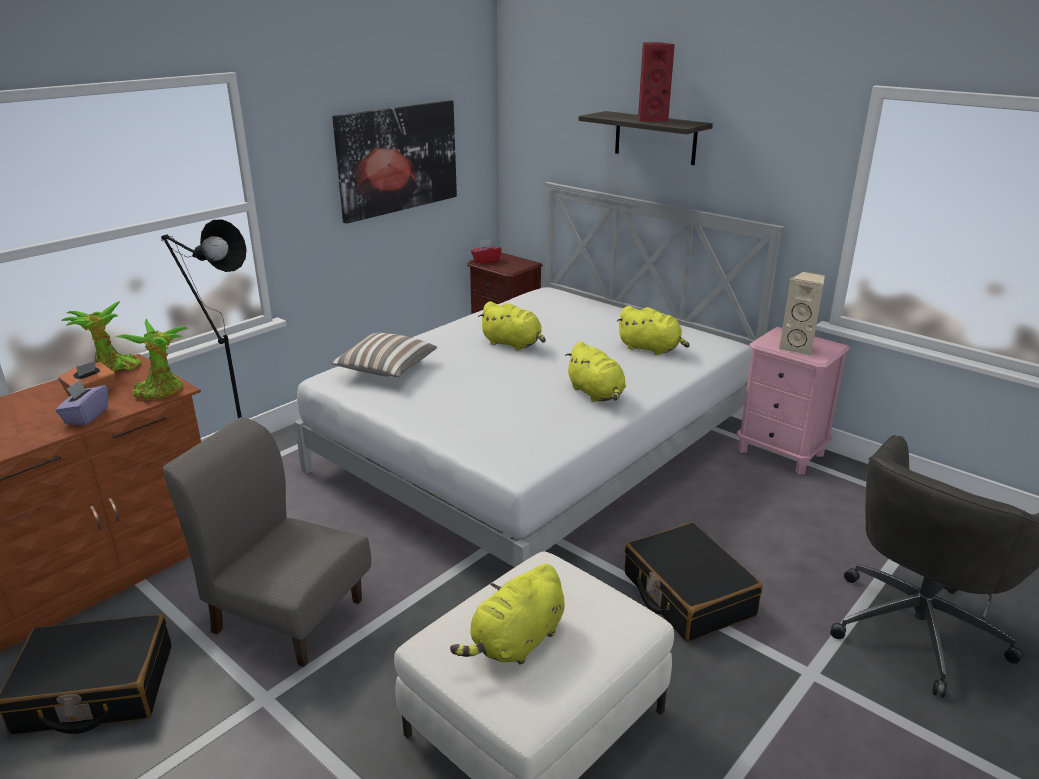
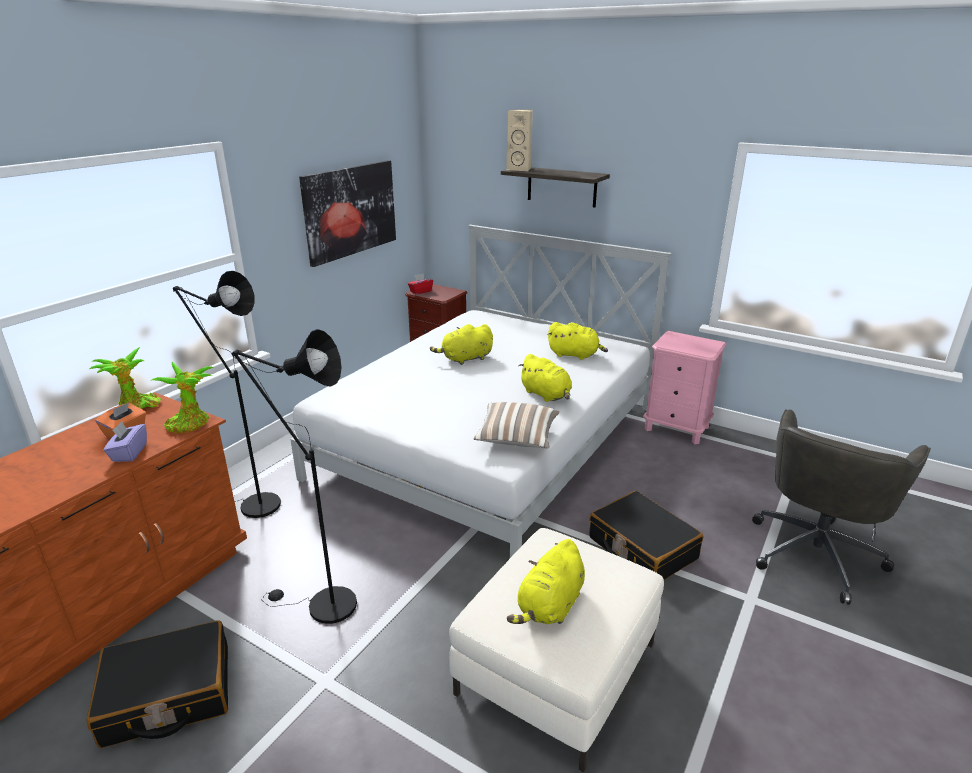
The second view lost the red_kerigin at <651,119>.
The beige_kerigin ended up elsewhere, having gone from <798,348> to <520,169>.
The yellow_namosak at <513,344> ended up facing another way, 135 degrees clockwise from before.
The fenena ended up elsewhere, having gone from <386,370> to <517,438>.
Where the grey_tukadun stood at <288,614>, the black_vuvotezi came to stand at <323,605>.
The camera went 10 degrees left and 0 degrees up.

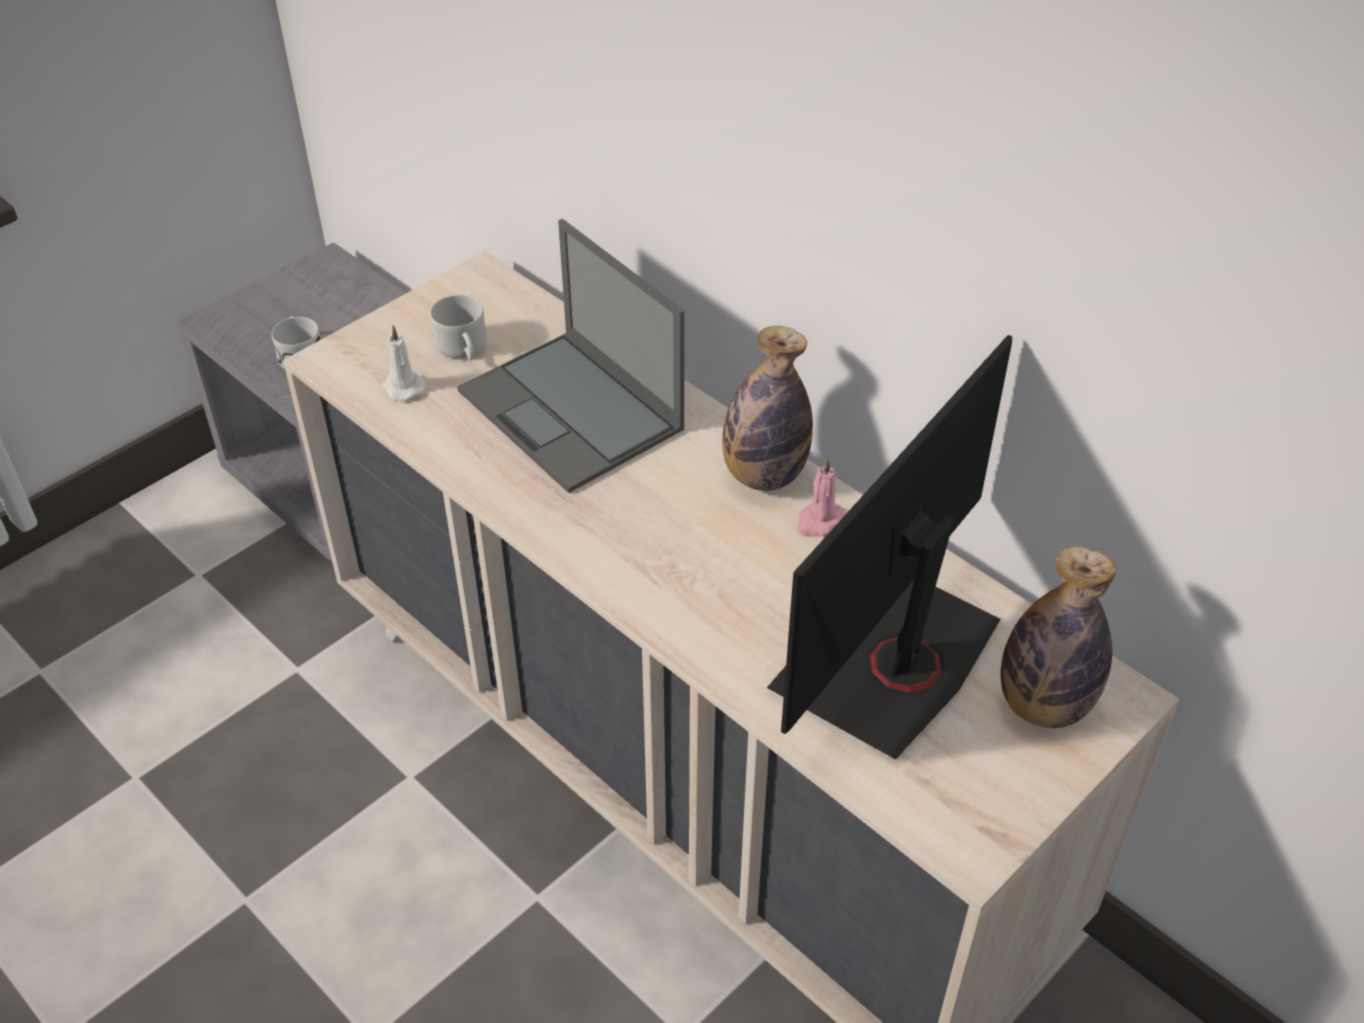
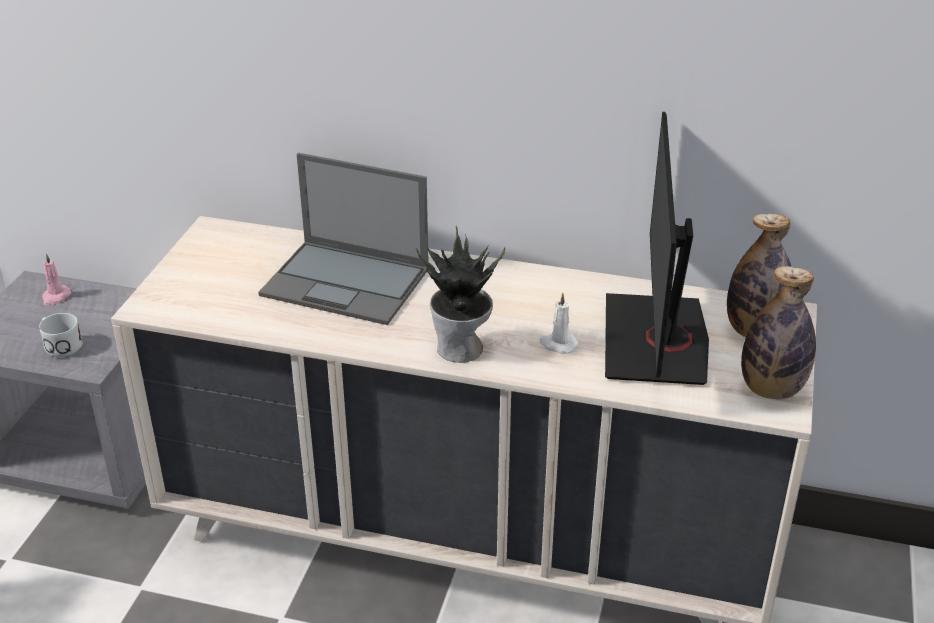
The second view lost the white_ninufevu at <463,350>.
The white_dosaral ended up elsewhere, having gone from <402,387> to <558,344>.
The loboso ended up elsewhere, having gone from <763,475> to <771,389>.
The pink_dosaral ended up elsewhere, having gone from <819,522> to <55,297>.
The second view gained the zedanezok at <461,349>.
The camera went 30 degrees left and 10 degrees down.

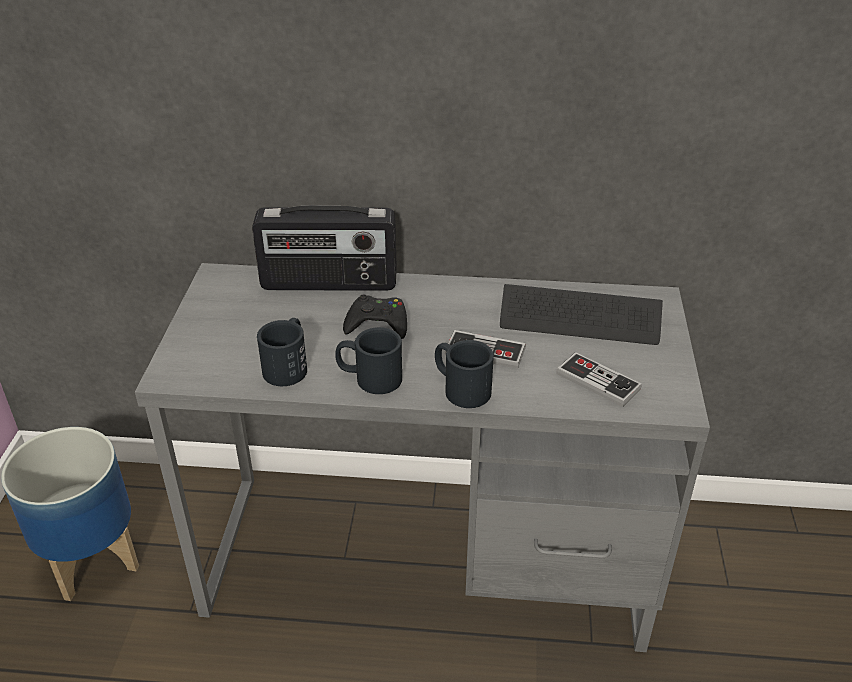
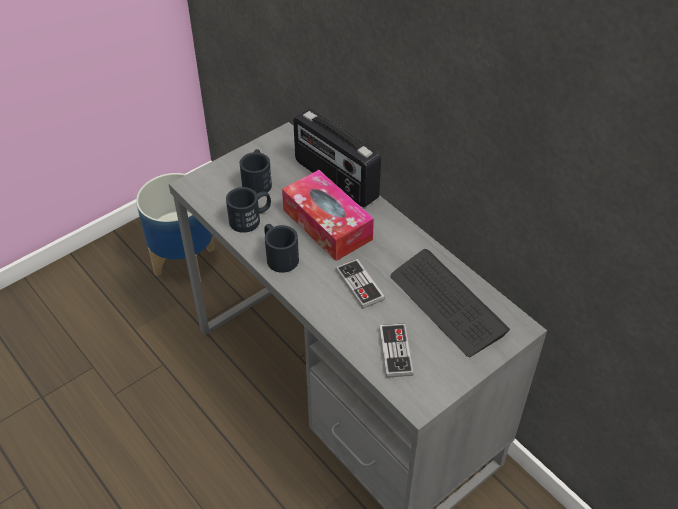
Where the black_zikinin stood at <377,323>, the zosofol came to stand at <327,224>.
The black_ninufevu ended up elsewhere, having gone from <460,388> to <257,181>.
The camera went 45 degrees right and 10 degrees up.

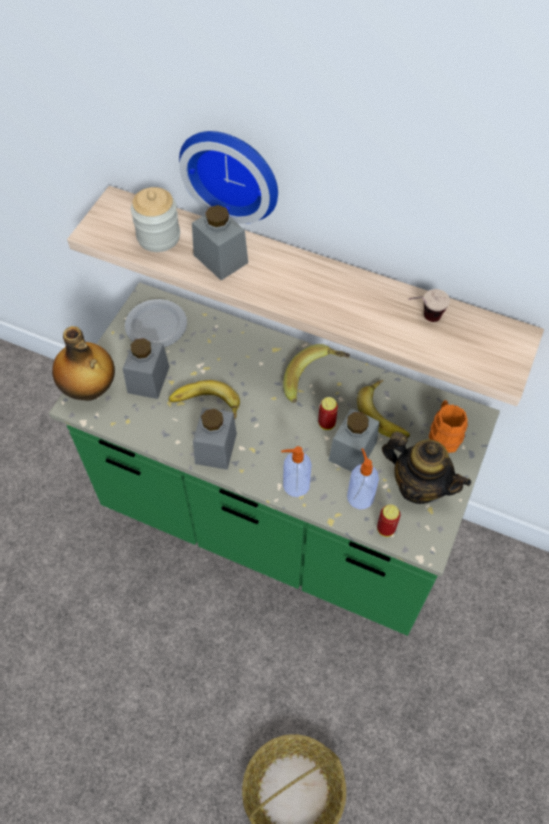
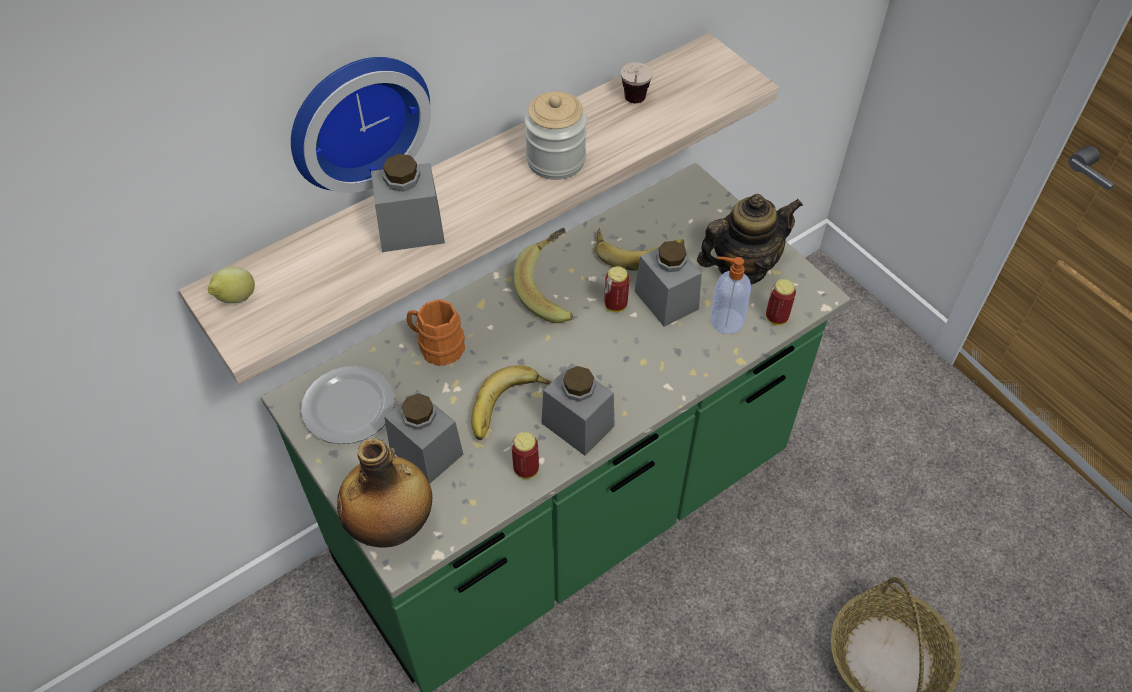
The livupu ended up elsewhere, having gone from <158,237> to <556,160>.
The orange_ninufevu ended up elsewhere, having gone from <443,434> to <436,346>.
The second view lost the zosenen at <295,485>.
The second view gained the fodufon at <236,299>.
The second view gained the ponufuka at <526,469>.
The camera went 60 degrees left and 5 degrees down.

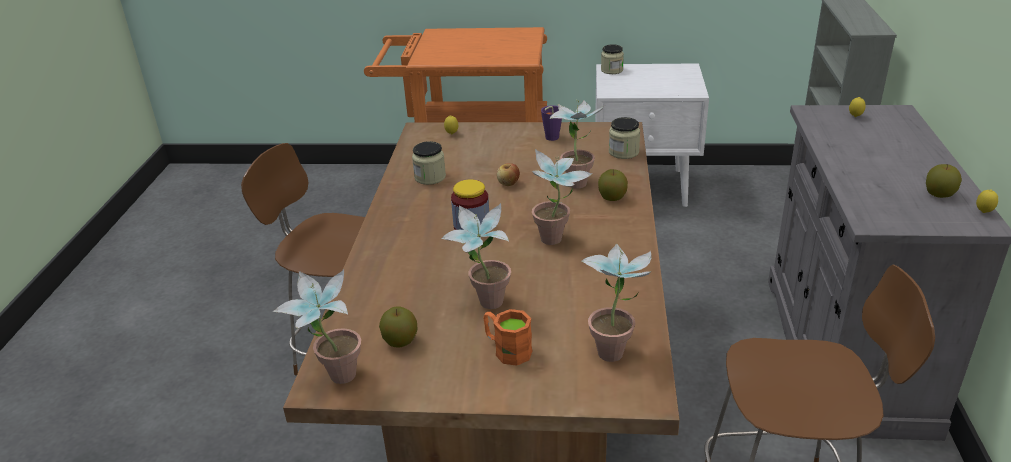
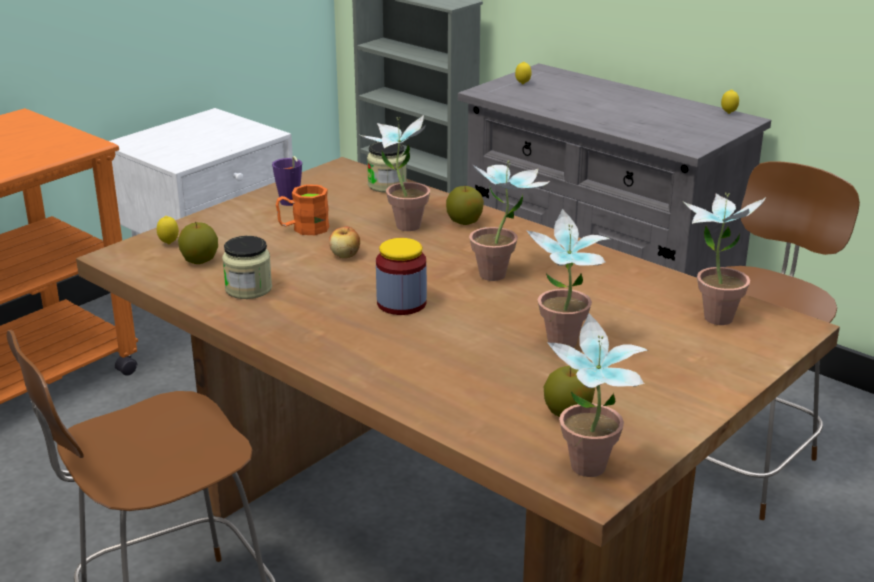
The second view lost the livupu at <612,70>.
The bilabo ended up elsewhere, having gone from <939,195> to <200,261>.
The orange_ninufevu ended up elsewhere, having gone from <507,350> to <303,229>.
The camera went 55 degrees left and 5 degrees down.

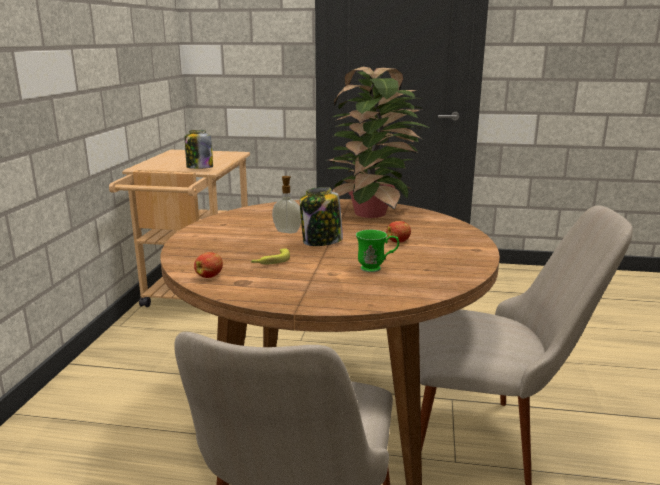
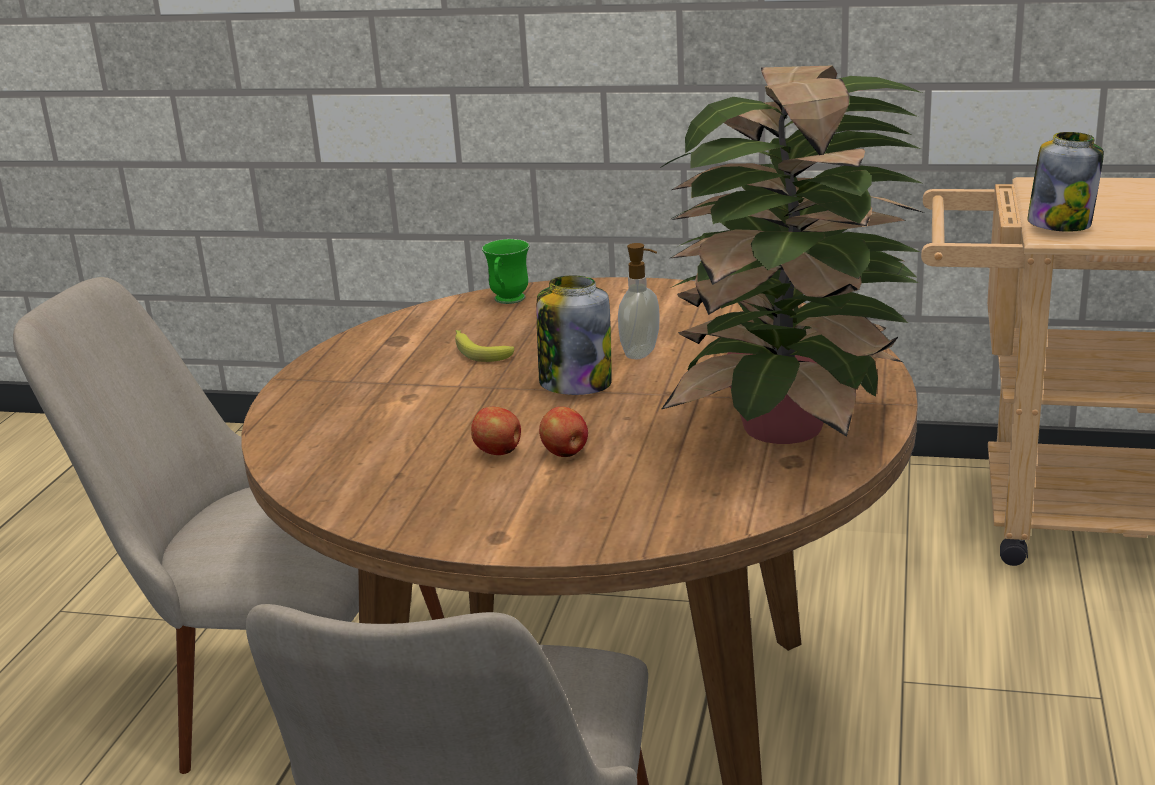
The green_ninufevu ended up elsewhere, having gone from <376,269> to <507,301>.
The bilabo ended up elsewhere, having gone from <210,276> to <499,452>.
The camera went 95 degrees right and 5 degrees up.

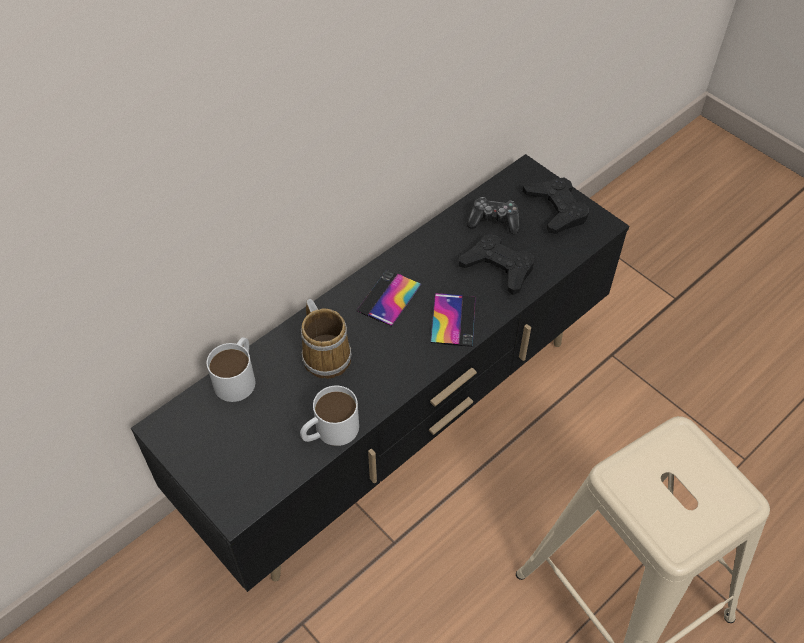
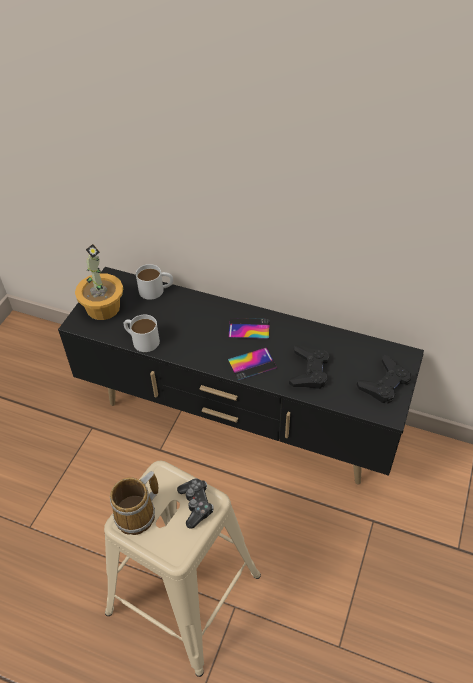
The zikinin ended up elsewhere, having gone from <494,221> to <196,505>.
The ninufevu ended up elsewhere, having gone from <327,354> to <138,514>.
The second view gained the zedanezok at <103,307>.
The camera went 65 degrees right and 5 degrees down.

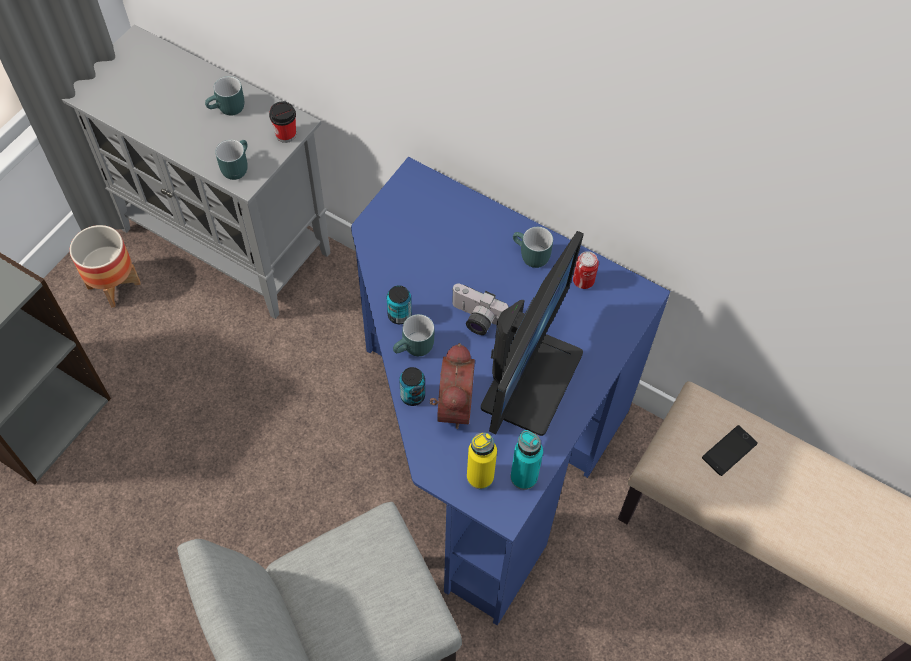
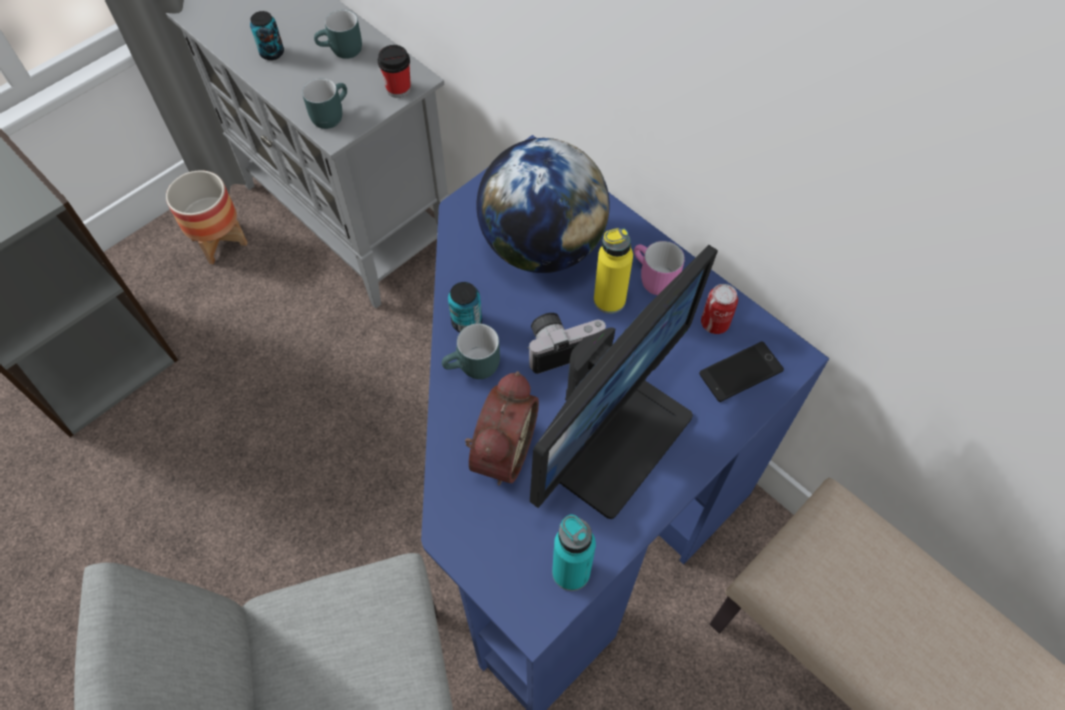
What was the turquoise_ninufevu at <530,256> turned into the pink_ninufevu at <652,279>.
The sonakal at <475,319> ended up facing another way, 120 degrees clockwise from before.
The ponufuka ended up elsewhere, having gone from <412,396> to <272,53>.
The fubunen ended up elsewhere, having gone from <729,450> to <741,372>.
The yellow_loboso ended up elsewhere, having gone from <480,476> to <609,300>.
The second view gained the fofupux at <542,246>.
The camera went 15 degrees right and 0 degrees up.

